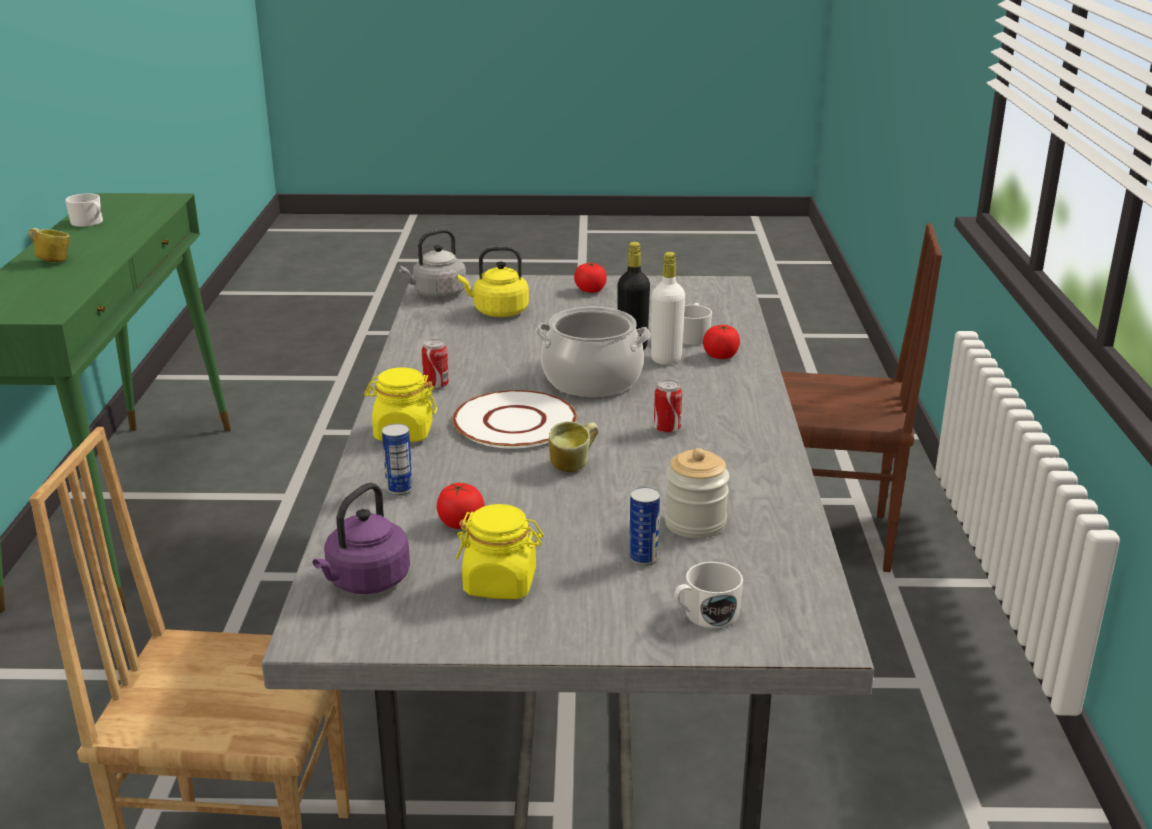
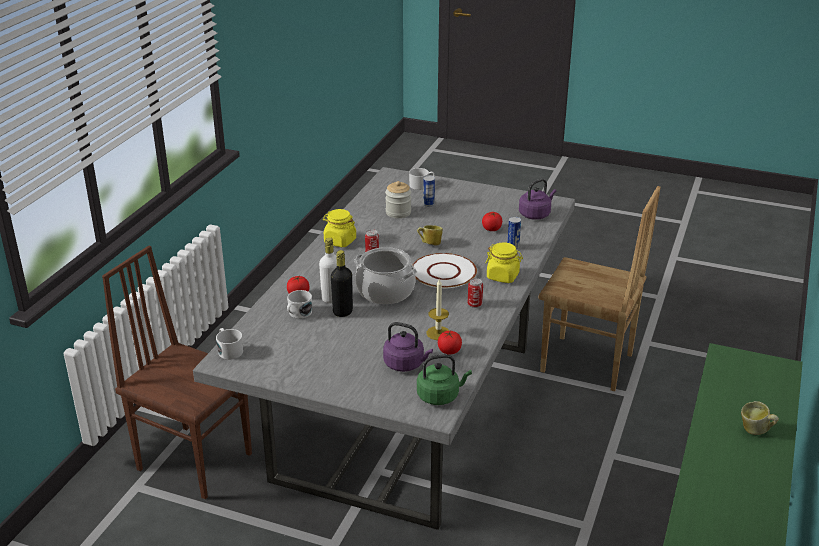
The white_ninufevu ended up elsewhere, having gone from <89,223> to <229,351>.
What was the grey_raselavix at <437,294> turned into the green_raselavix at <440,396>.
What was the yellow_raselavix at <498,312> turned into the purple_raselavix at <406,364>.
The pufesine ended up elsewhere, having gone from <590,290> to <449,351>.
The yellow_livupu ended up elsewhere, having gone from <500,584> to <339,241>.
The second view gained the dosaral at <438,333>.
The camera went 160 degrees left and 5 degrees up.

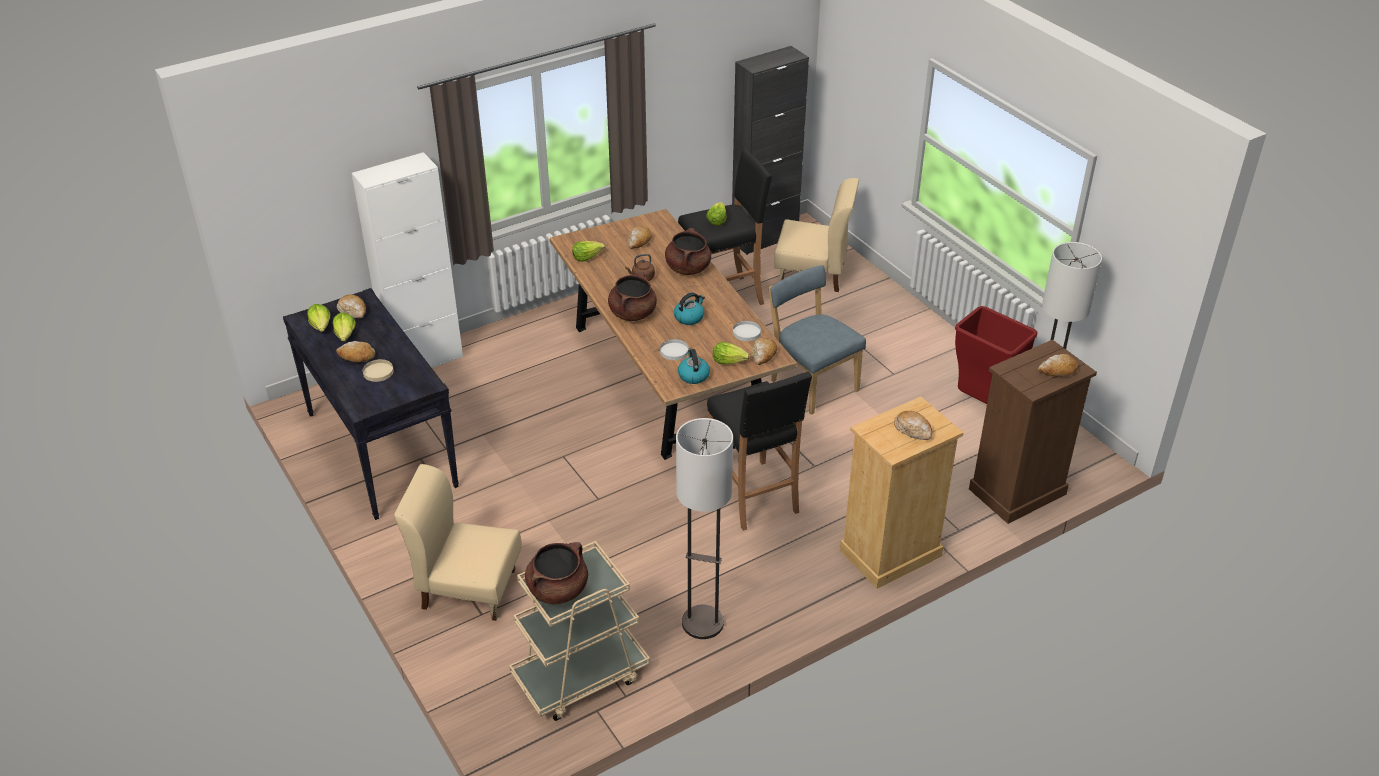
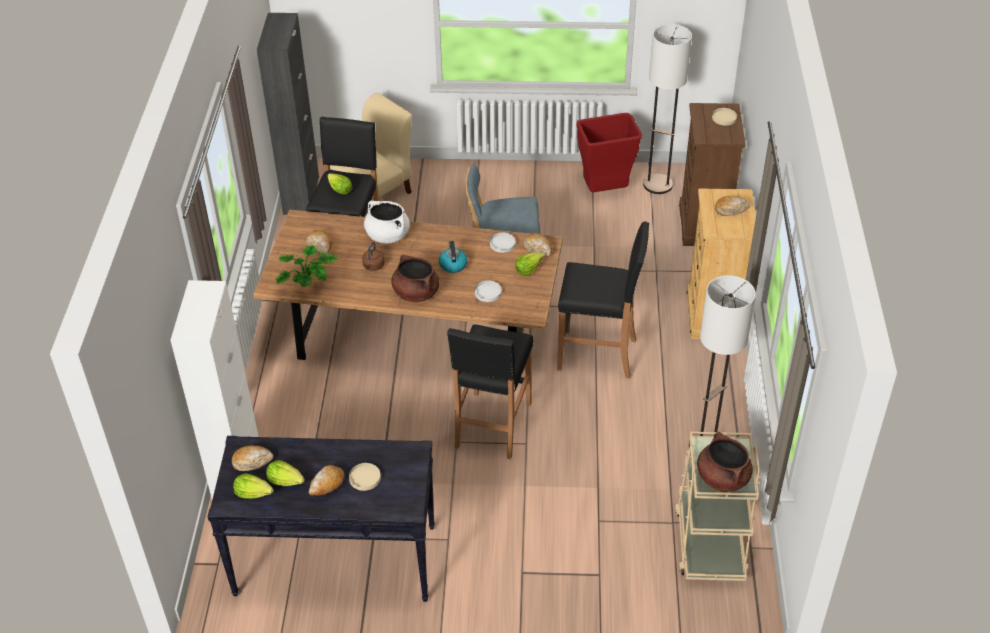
What was the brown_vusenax at <688,268> turned into the white_vusenax at <387,235>.
Where the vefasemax stood at <587,257>, the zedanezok came to stand at <308,284>.
The second view lost the raselavix at <693,375>.
Where the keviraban stood at <1057,371>, the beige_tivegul came to stand at <724,118>.
The second view lost the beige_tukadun at <468,588>.
The second view gained the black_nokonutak at <492,426>.
The camera went 55 degrees left and 5 degrees up.

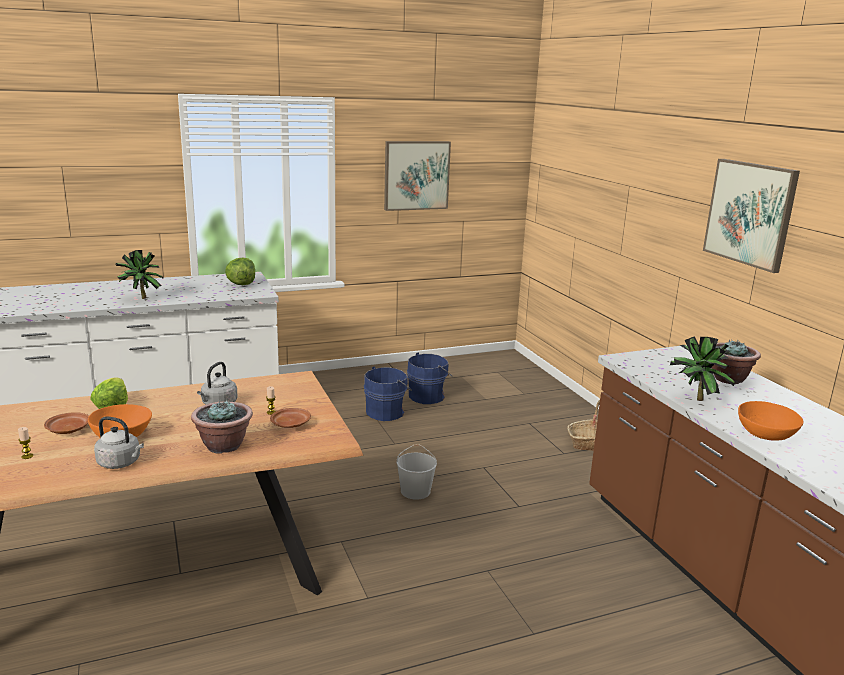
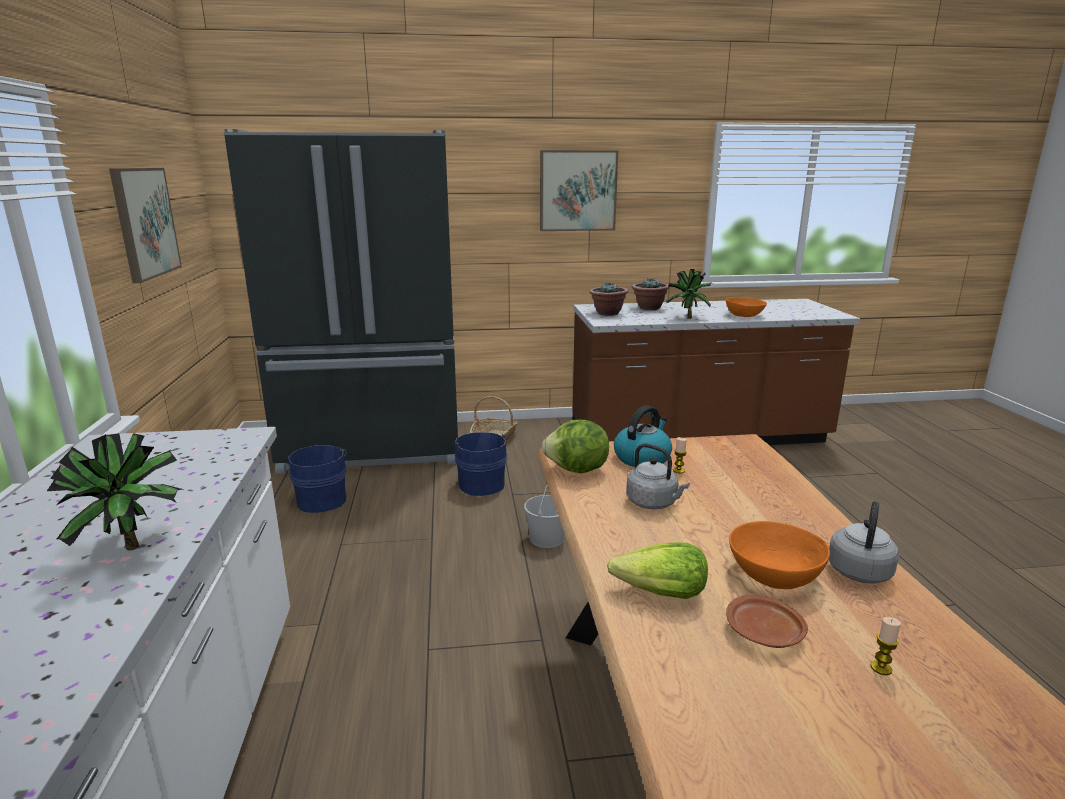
The vefasemax ended up elsewhere, having gone from <241,284> to <577,470>.
The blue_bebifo ended up elsewhere, having gone from <387,412> to <481,484>.
The zedanezok ended up elsewhere, having gone from <223,446> to <607,313>.
The second view lost the brown_tivegul at <290,424>.
The second view gained the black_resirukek at <374,448>.
The second view gained the raselavix at <642,458>.
The camera went 75 degrees left and 0 degrees up.

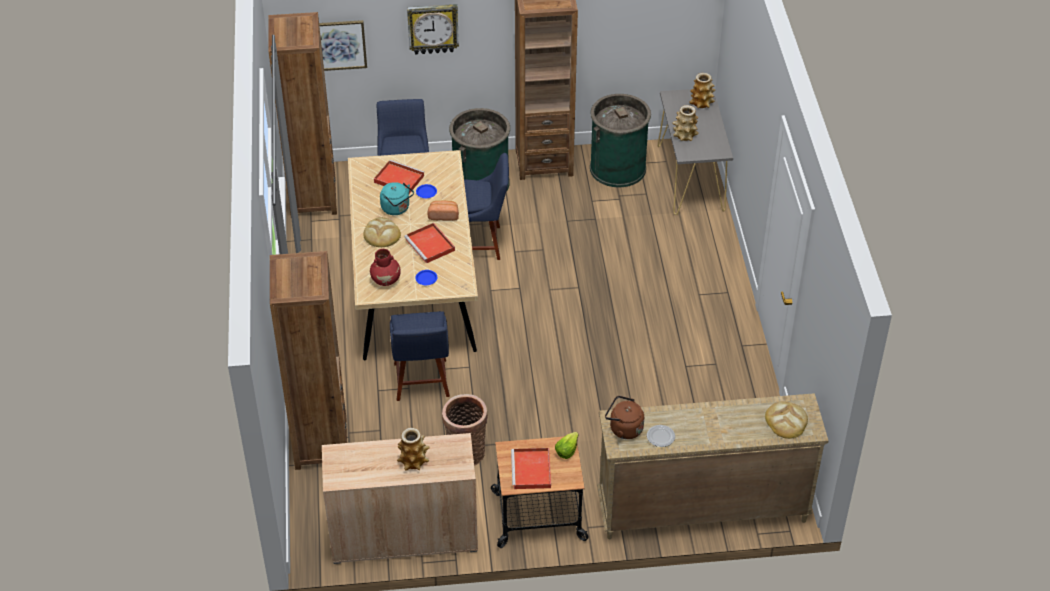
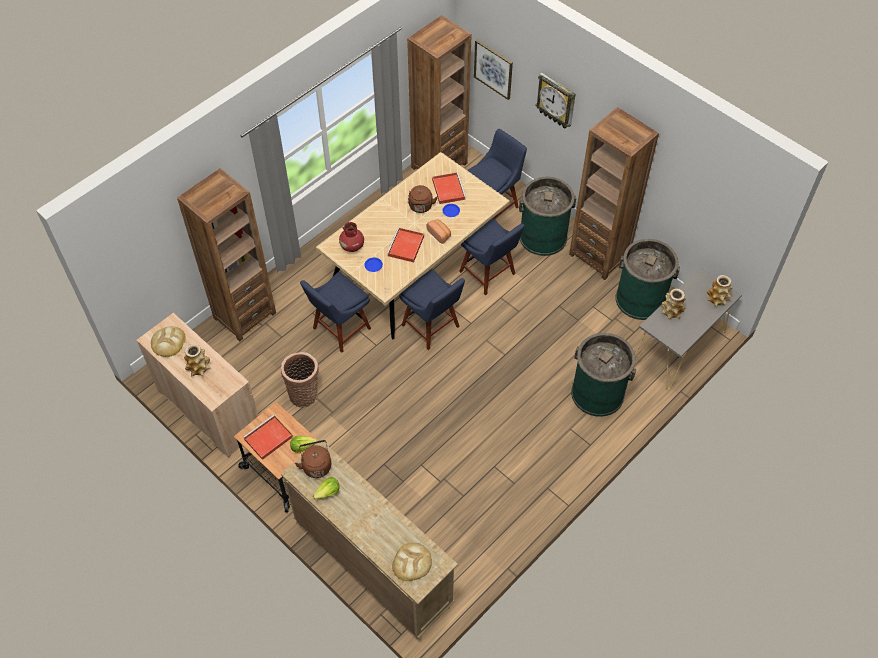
What was the turquoise_raselavix at <397,208> turned into the brown_raselavix at <420,207>.
The keviraban ended up elsewhere, having gone from <382,234> to <168,342>.
Where the tivegul stood at <661,437>, the vefasemax came to stand at <328,492>.
The second view gained the blue_tukadun at <432,327>.
The second view gained the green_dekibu at <597,393>.
The camera went 50 degrees right and 10 degrees up.

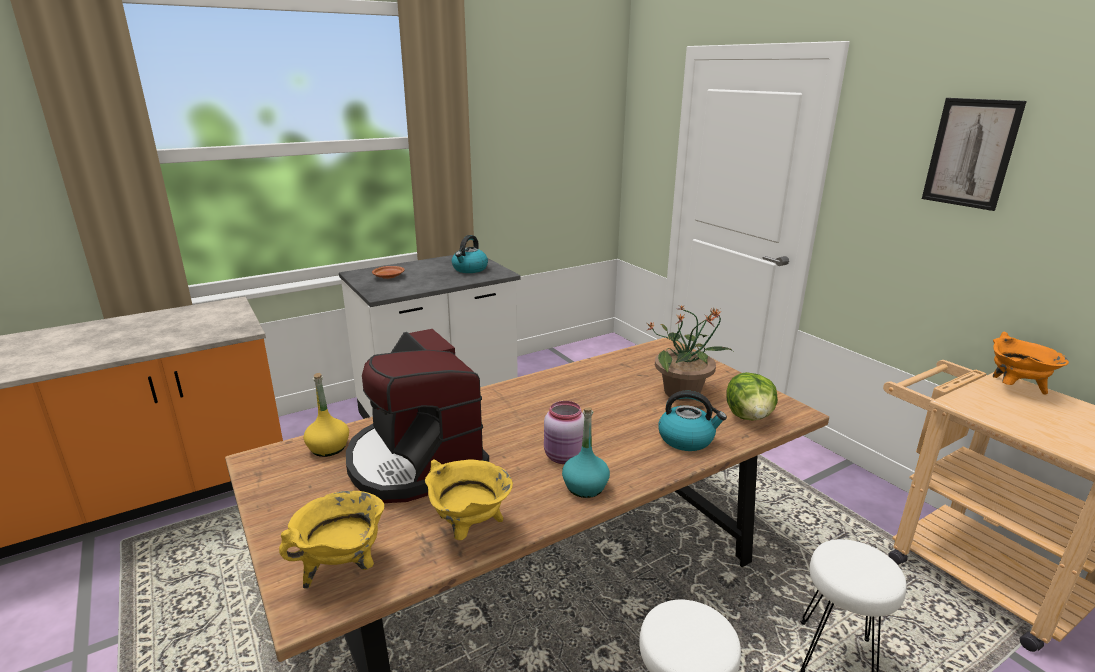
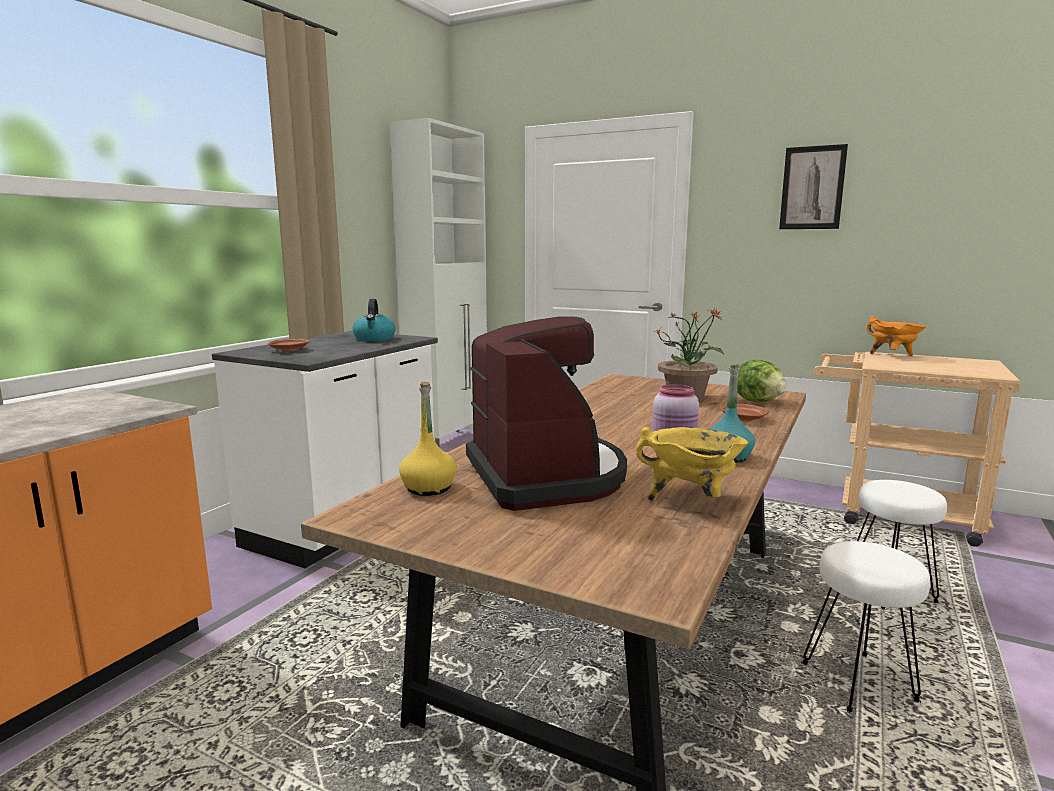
The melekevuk at <415,461> ended up facing another way, 135 degrees counterclockwise from before.
Where the raselavix stood at <687,439>, the brown_tivegul came to stand at <742,419>.
The second view lost the yellow_vusenax at <343,568>.
The second view gained the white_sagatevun at <449,443>.
The camera went 30 degrees left and 10 degrees down.

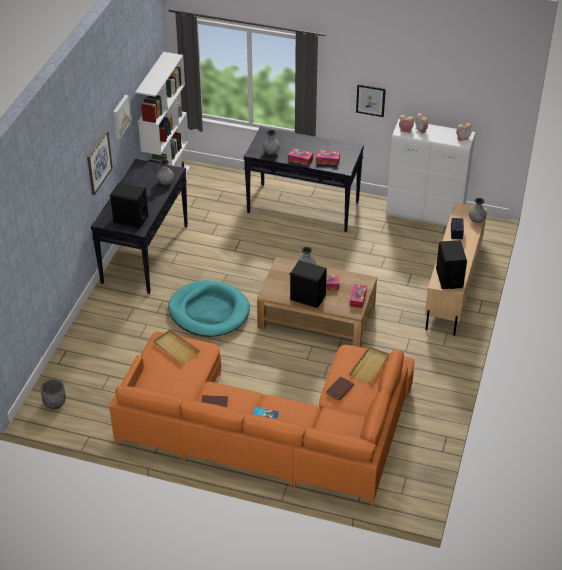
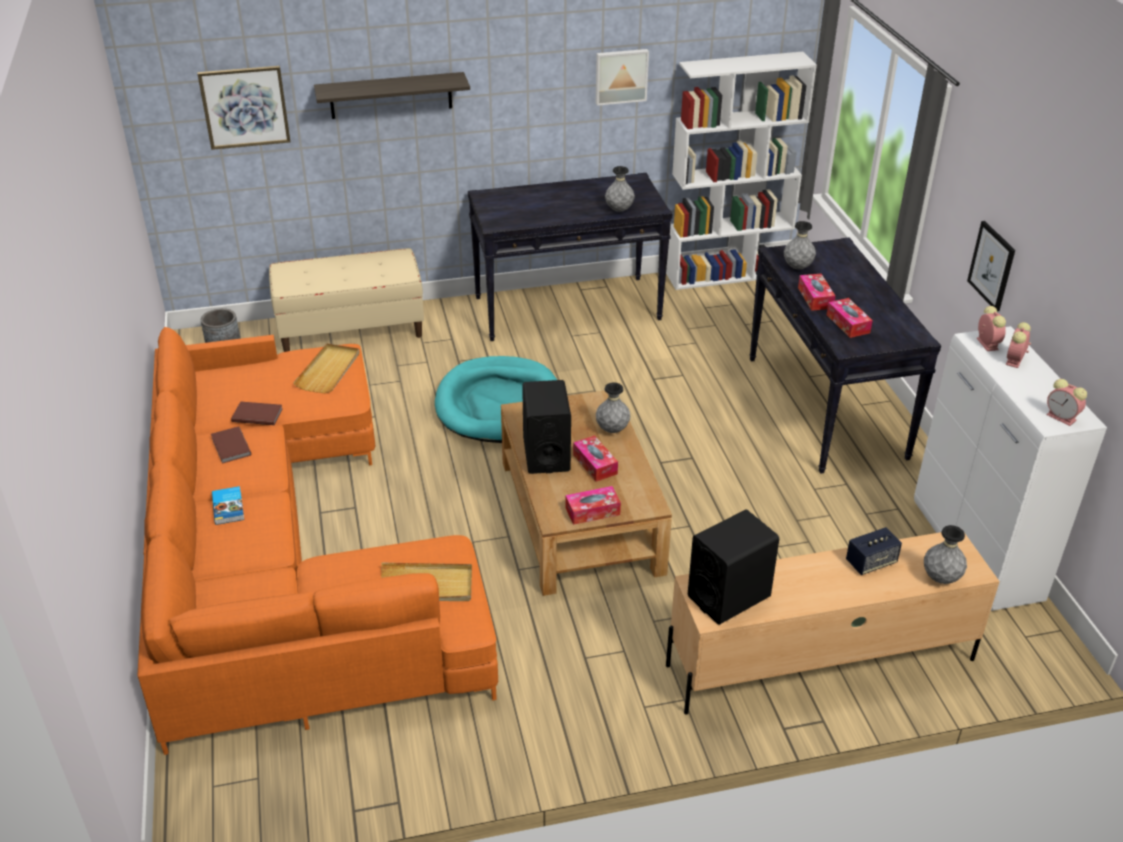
The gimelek ended up elsewhere, having gone from <98,162> to <245,107>.
The second view lost the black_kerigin at <130,219>.
The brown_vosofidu ended up elsewhere, having gone from <339,389> to <257,414>.
The second view gained the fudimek at <391,95>.
The second view gained the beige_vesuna at <351,329>.
The camera went 60 degrees right and 5 degrees down.

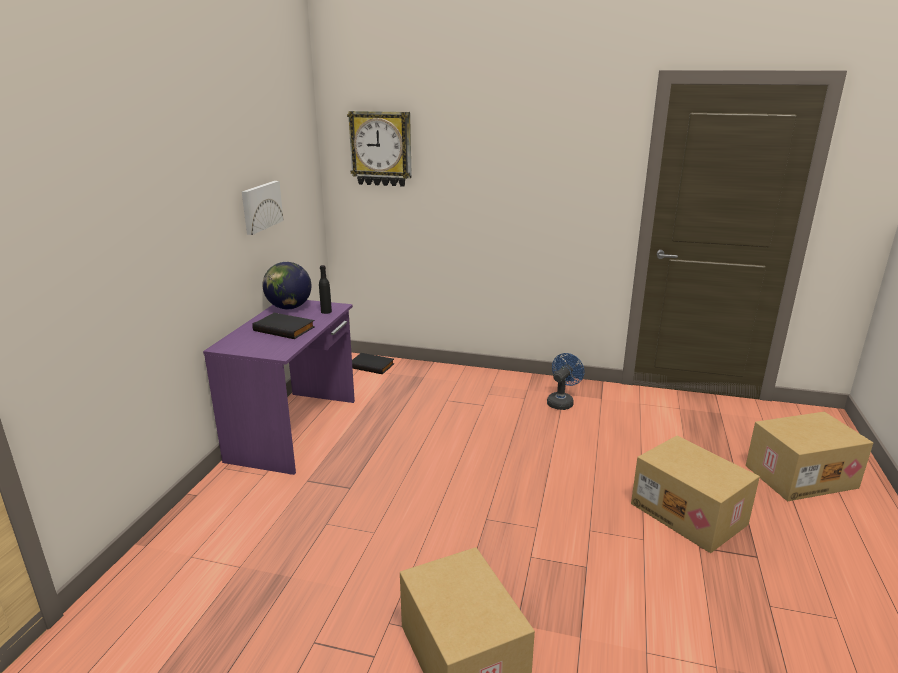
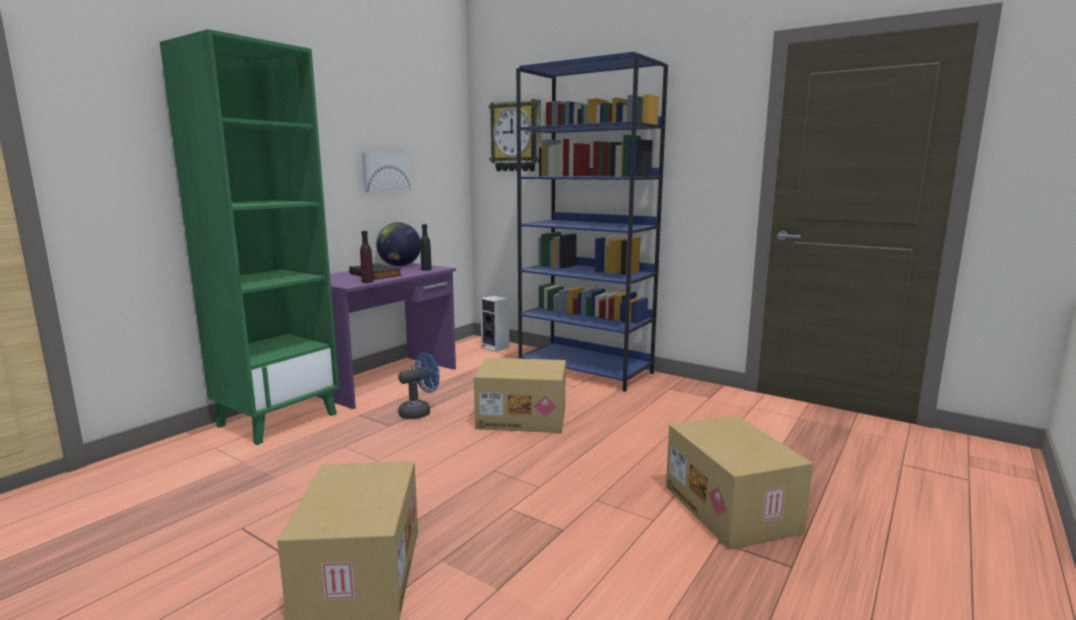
Where the black_vosofidu stood at <372,365>, the kerigin came to stand at <496,347>.
The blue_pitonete ended up elsewhere, having gone from <561,402> to <419,412>.
The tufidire ended up elsewhere, having gone from <800,475> to <523,417>.
The second view gained the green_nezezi at <278,419>.
The second view gained the blue_nezezi at <586,370>.
The second view gained the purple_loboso at <367,281>.
The camera went 20 degrees right and 10 degrees down.

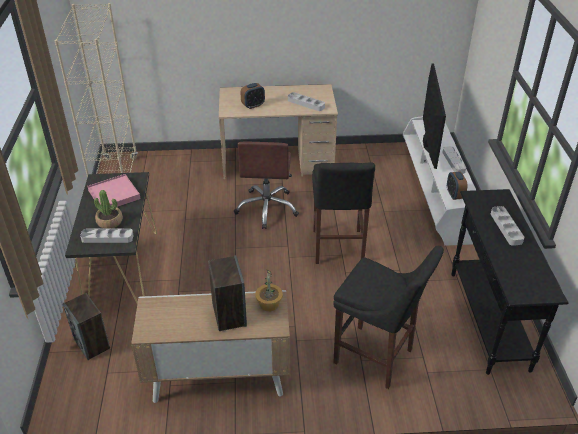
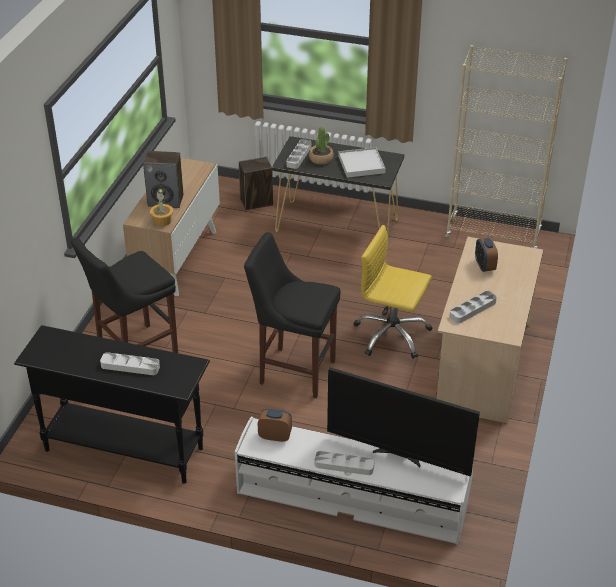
What was the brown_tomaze at <267,208> turned into the yellow_tomaze at <391,335>.
What was the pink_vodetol at <114,195> turned into the white_vodetol at <361,164>.
The camera went 110 degrees right and 0 degrees up.

